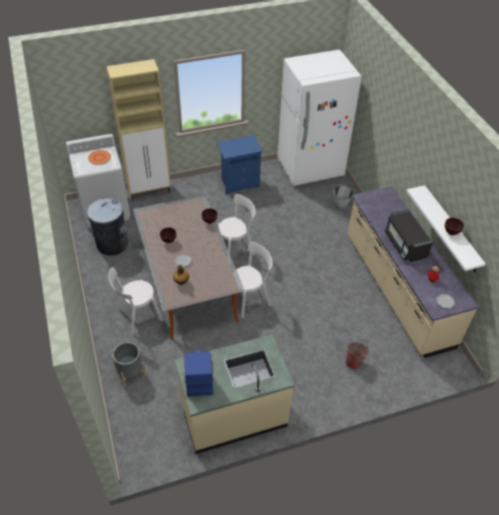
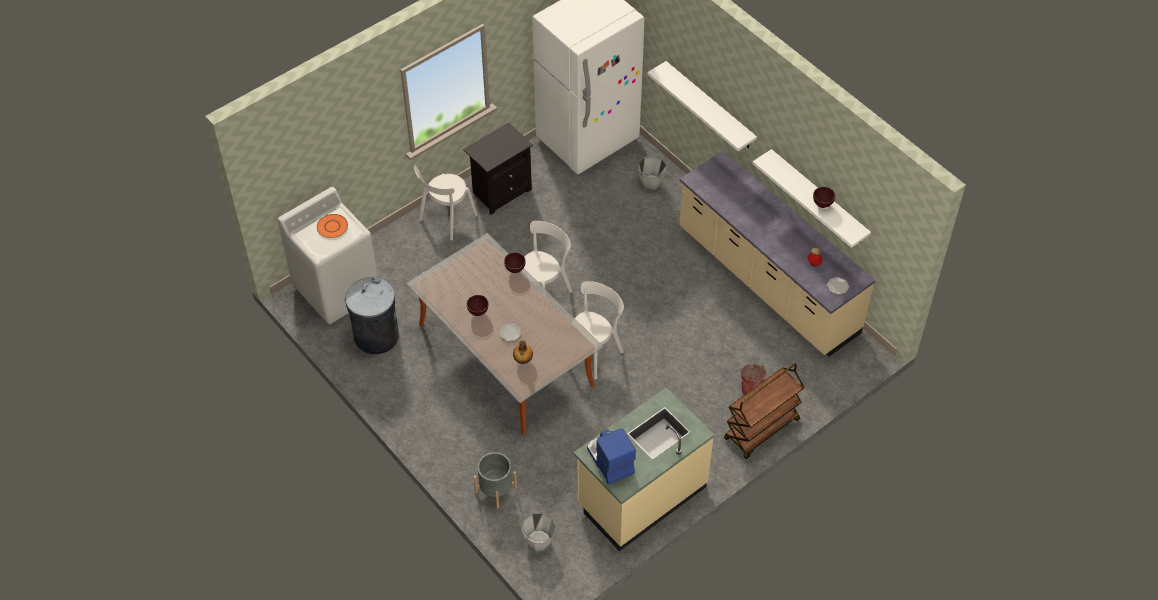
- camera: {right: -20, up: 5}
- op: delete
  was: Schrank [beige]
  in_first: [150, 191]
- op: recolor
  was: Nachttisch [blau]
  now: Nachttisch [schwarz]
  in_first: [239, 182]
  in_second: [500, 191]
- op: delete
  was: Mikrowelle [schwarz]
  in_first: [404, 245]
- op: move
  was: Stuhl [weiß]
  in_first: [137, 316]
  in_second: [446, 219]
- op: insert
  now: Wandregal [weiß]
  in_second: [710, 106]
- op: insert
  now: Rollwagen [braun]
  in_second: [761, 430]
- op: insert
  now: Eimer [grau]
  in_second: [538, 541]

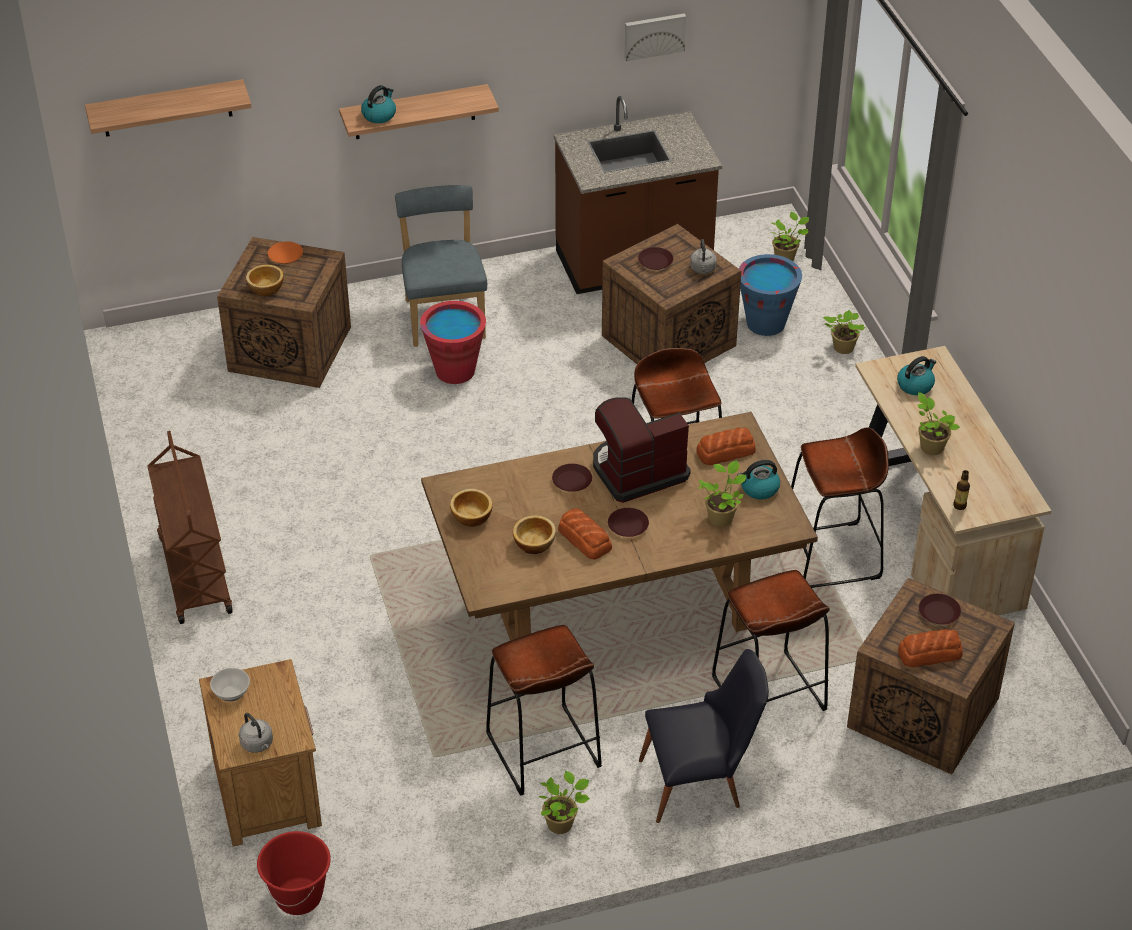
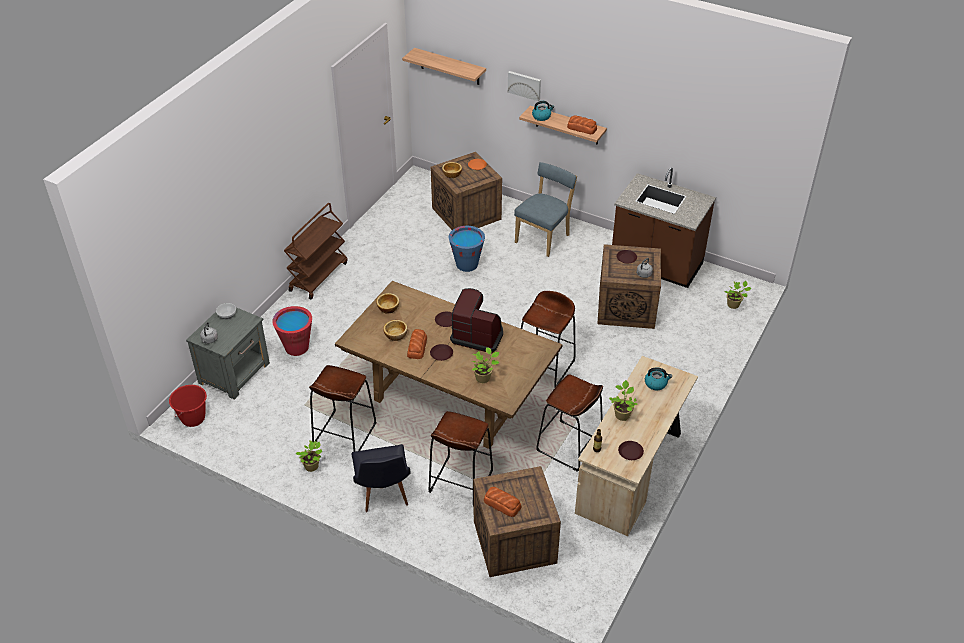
- camera: {right: 45, up: 0}
- op: move
  was: Bild
  in_first: [654, 35]
  in_second: [524, 85]
- op: move
  was: Eimer [blau]
  in_first: [765, 323]
  in_second: [467, 264]
- op: move
  was: Eimer [rot]
  in_first: [455, 371]
  in_second: [296, 347]
- op: delete
  was: Topfpflanze
  in_first: [842, 348]
- op: move
  was: Brot
  in_first: [725, 451]
  in_second: [581, 128]
- op: delete
  was: Wasserkessel
  in_first: [759, 489]
- op: move
  was: Teller [braun]
  in_first: [938, 612]
  in_second: [630, 452]
- op: rotate
  was: Stuhl [schwarz]
  in_first: [700, 784]
  in_second: [383, 495]
  clockwise: 45
- op: recolor
  was: Nachttisch [braun]
  now: Nachttisch [grau]
  in_first: [268, 790]
  in_second: [235, 372]

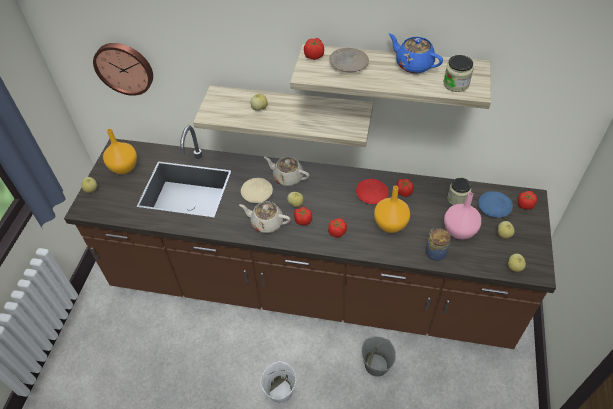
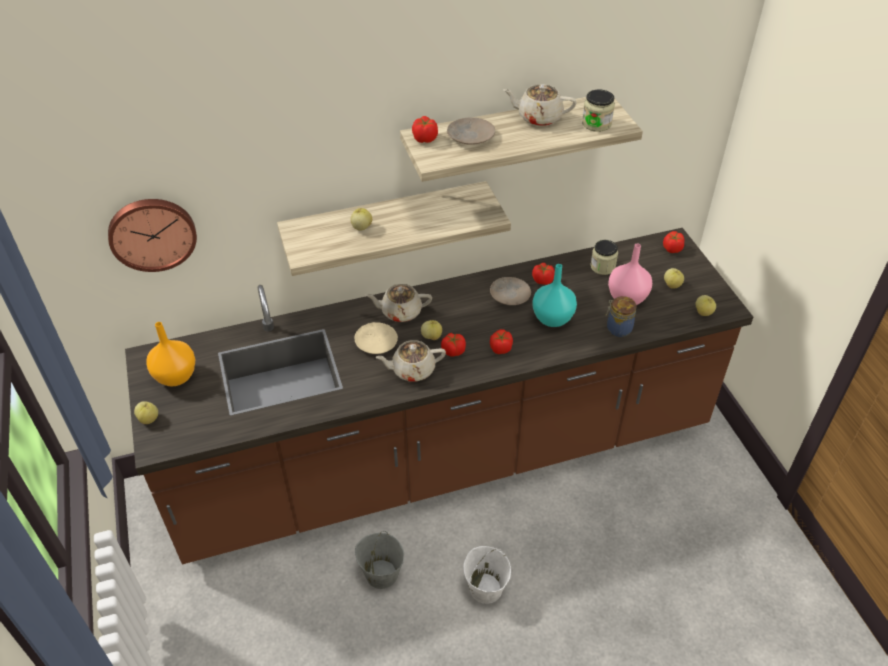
- camera: {right: -30, up: -5}
- op: recolor
  was: Teekanne [blau]
  now: Teekanne [beige]
  in_first: [413, 64]
  in_second: [538, 117]
- op: recolor
  was: Teller [rot]
  now: Teller [beige]
  in_first: [371, 194]
  in_second: [509, 295]
- op: recolor
  was: Vase [orange]
  now: Vase [türkis]
  in_first: [390, 224]
  in_second: [552, 318]
- op: delete
  was: Teller [blau]
  in_first: [494, 207]
- op: move
  was: Eimer [grau]
  in_first: [376, 365]
  in_second: [381, 574]

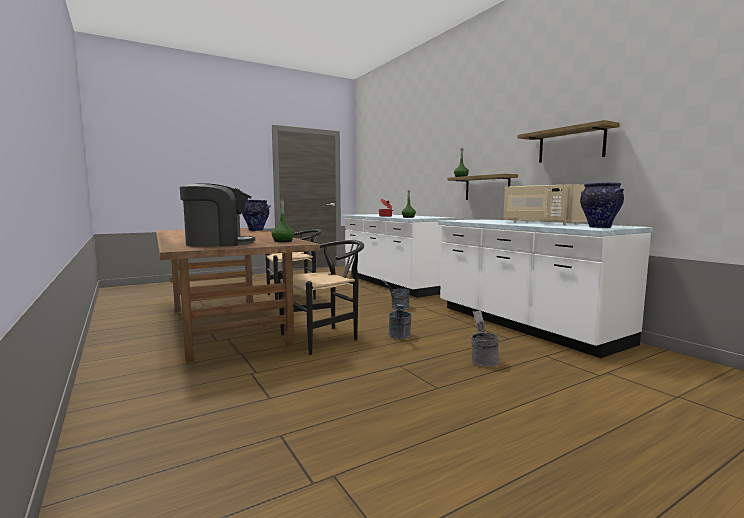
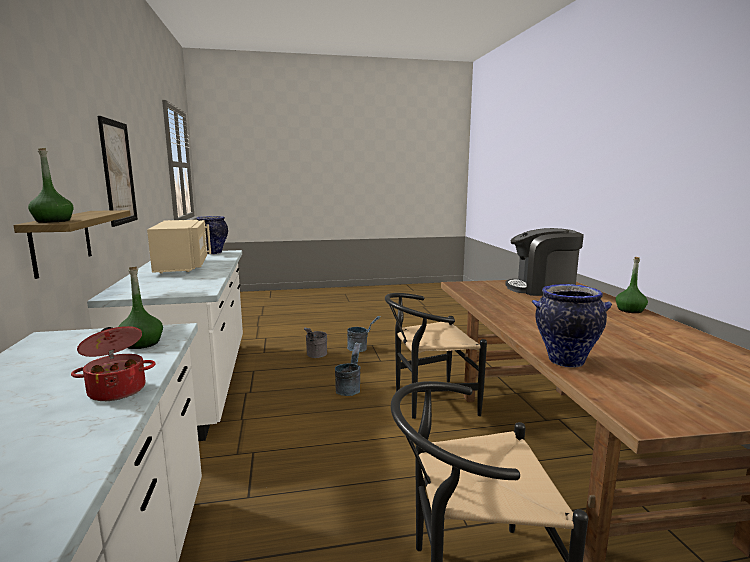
- camera: {right: -160, up: 5}
- op: replace
  was: Wandregal
  now: Bild
  in_first: [571, 145]
  in_second: [118, 172]
- op: move
  was: Flasche [grün]
  in_first: [283, 241]
  in_second: [630, 310]
- op: move
  was: Eimer [grau]
  in_first: [397, 308]
  in_second: [361, 348]

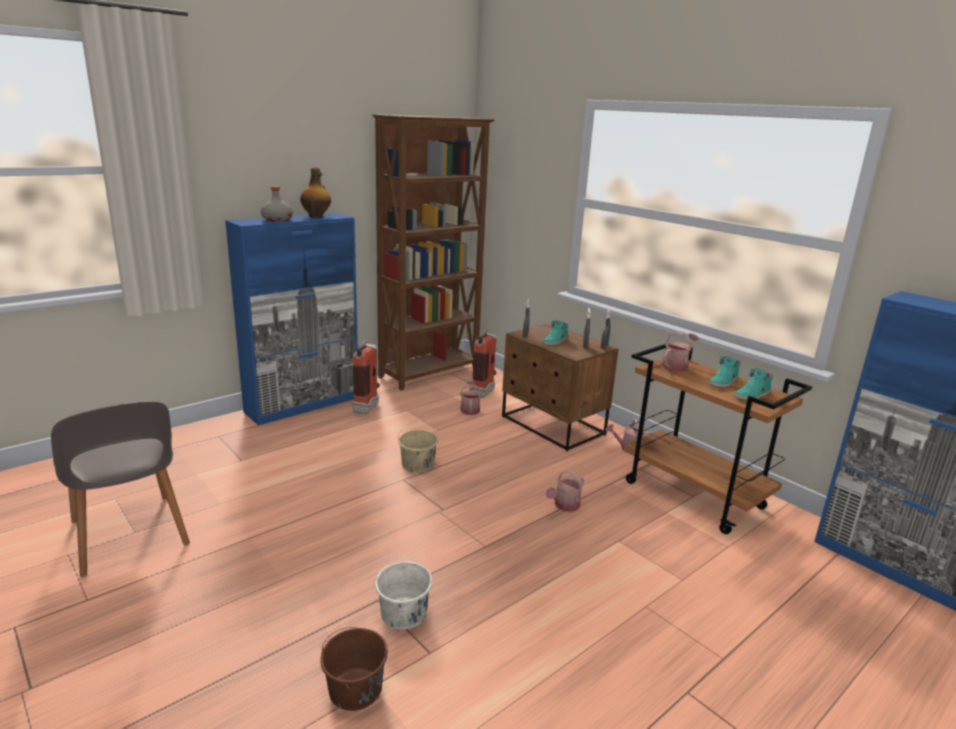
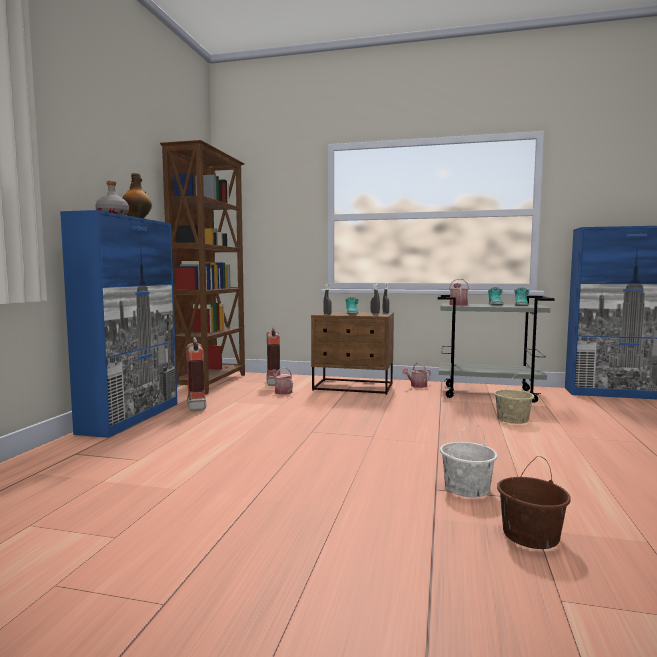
- camera: {right: -35, up: -15}
- op: recolor
  was: Rollwagen [braun]
  now: Rollwagen [grau]
  in_first: [695, 495]
  in_second: [489, 393]
- op: delete
  was: Stuhl [grau]
  in_first: [129, 535]
- op: move
  was: Eimer [beige]
  in_first: [418, 465]
  in_second: [512, 419]
- op: delete
  was: Gießkanne
  in_first: [564, 506]

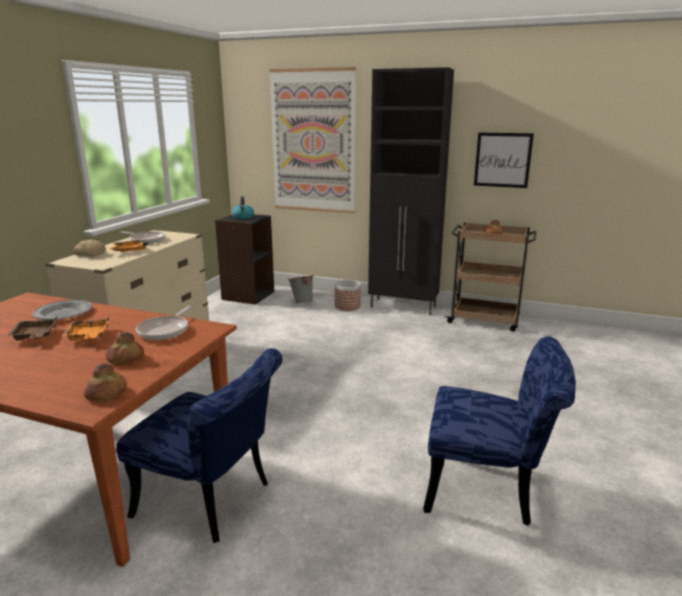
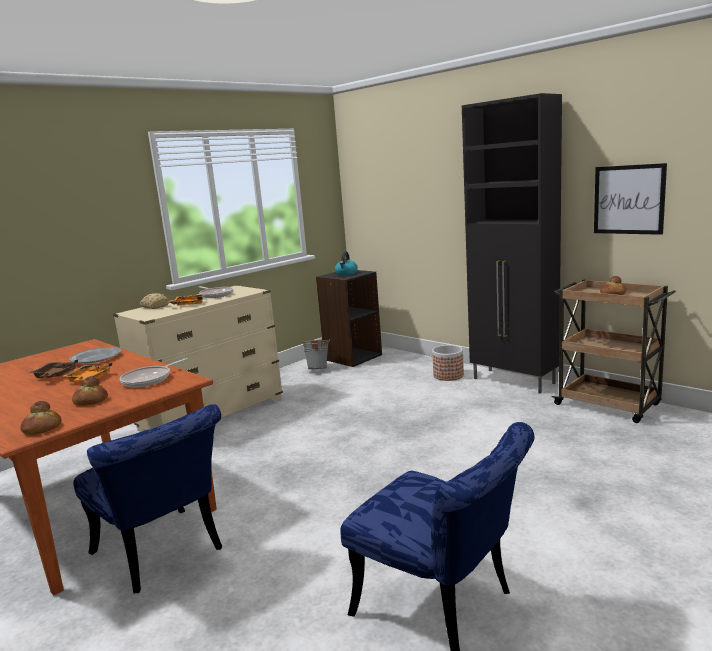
- camera: {right: 25, up: -5}
- op: delete
  was: Bild
  in_first: [313, 142]
- op: move
  was: Eimer [grau]
  in_first: [302, 303]
  in_second: [318, 369]

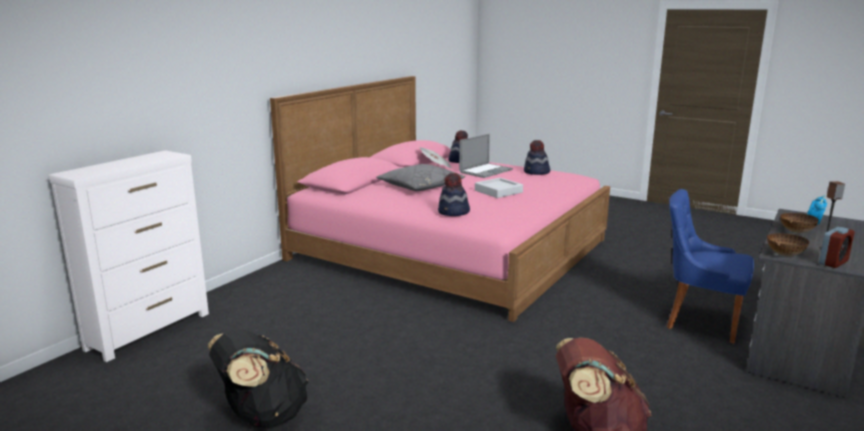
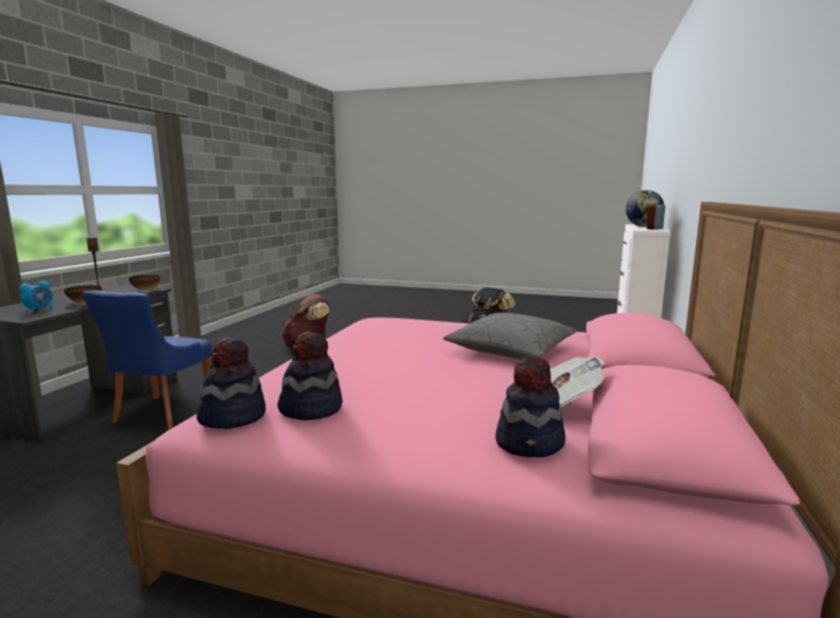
- camera: {right: 165, up: -5}
- op: delete
  was: Laptop
  in_first: [486, 171]
- op: move
  was: Hut
  in_first: [453, 212]
  in_second: [233, 416]
- op: delete
  was: Tablett [grau]
  in_first: [498, 191]
- op: rotate
  was: Stuhl [blau]
  in_first: [700, 320]
  in_second: [161, 414]
  clockwise: 90
- op: move
  was: Wecker
  in_first: [833, 262]
  in_second: [654, 228]
- op: insert
  now: Globus
  in_second: [643, 226]

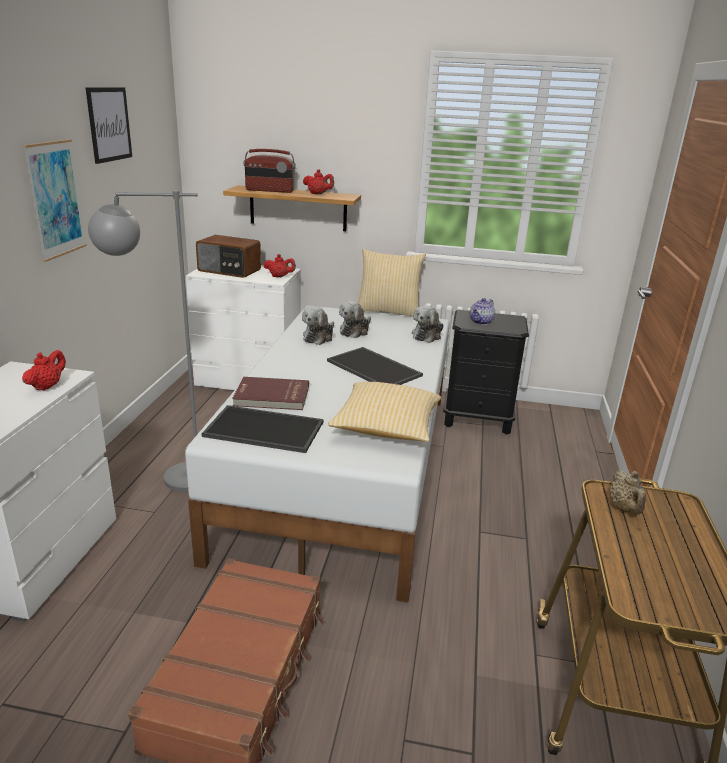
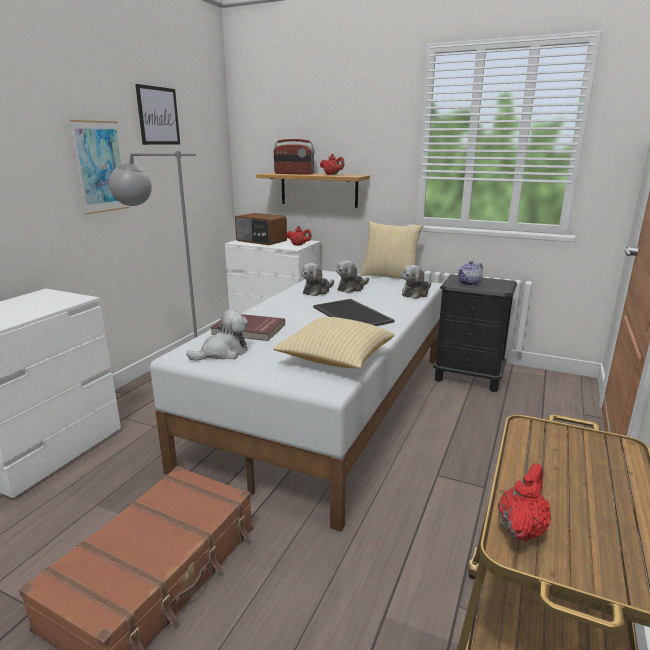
- camera: {right: 15, up: -5}
- op: move
  was: Teekanne [rot]
  in_first: [47, 386]
  in_second: [521, 528]
- op: replace
  was: Tablett
  now: Plüschtier
  in_first: [262, 430]
  in_second: [223, 353]
- op: delete
  was: Teekanne [beige]
  in_first: [625, 509]

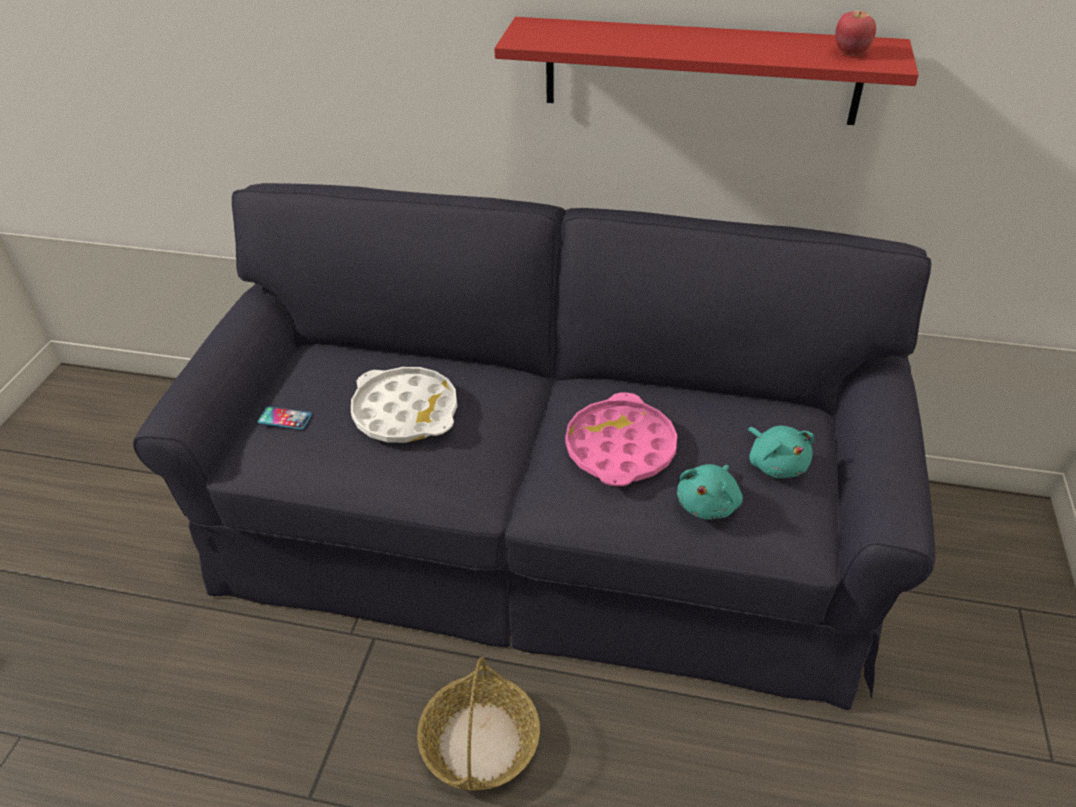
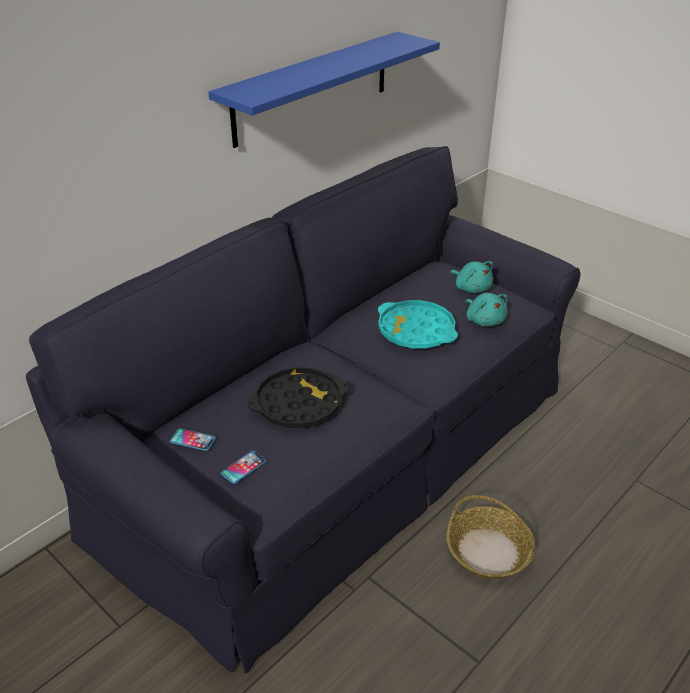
- camera: {right: -60, up: -5}
- op: delete
  was: Apfel
  in_first: [851, 53]
- op: recolor
  was: Wandregal [rot]
  now: Wandregal [blau]
  in_first: [700, 71]
  in_second: [312, 88]
- op: recolor
  was: Tablett [weiß]
  now: Tablett [schwarz]
  in_first: [405, 412]
  in_second: [298, 404]
- op: recolor
  was: Tablett [rosa]
  now: Tablett [türkis]
  in_first: [620, 448]
  in_second: [416, 331]
- op: rotate
  was: Plüschtier [türkis]
  in_first: [776, 463]
  in_second: [471, 288]
  clockwise: 45
- op: insert
  now: Handy
  in_second: [193, 440]

